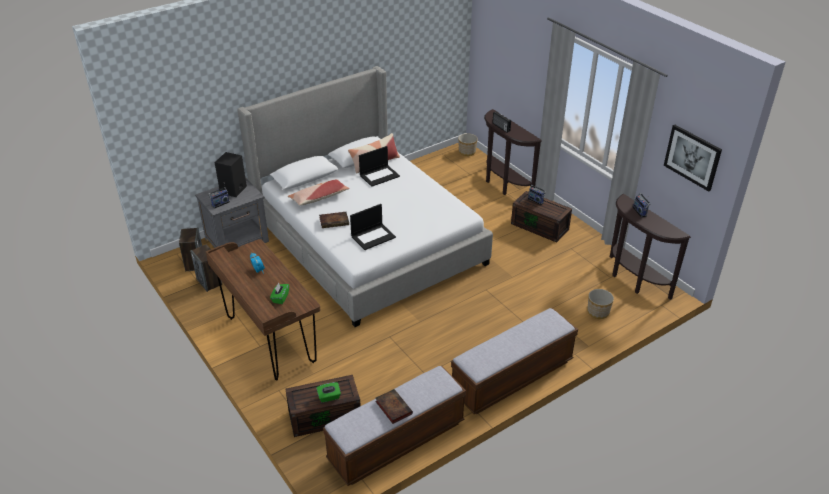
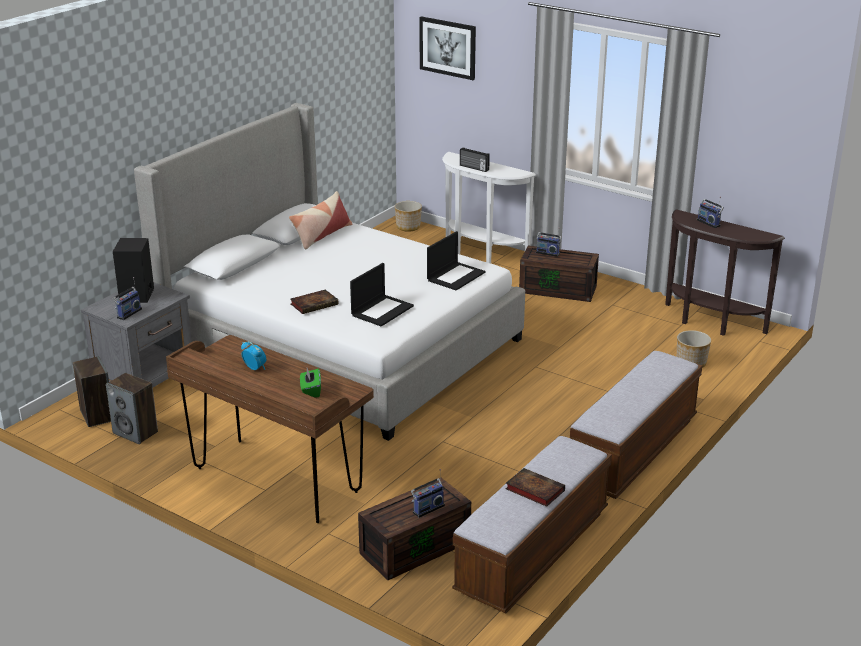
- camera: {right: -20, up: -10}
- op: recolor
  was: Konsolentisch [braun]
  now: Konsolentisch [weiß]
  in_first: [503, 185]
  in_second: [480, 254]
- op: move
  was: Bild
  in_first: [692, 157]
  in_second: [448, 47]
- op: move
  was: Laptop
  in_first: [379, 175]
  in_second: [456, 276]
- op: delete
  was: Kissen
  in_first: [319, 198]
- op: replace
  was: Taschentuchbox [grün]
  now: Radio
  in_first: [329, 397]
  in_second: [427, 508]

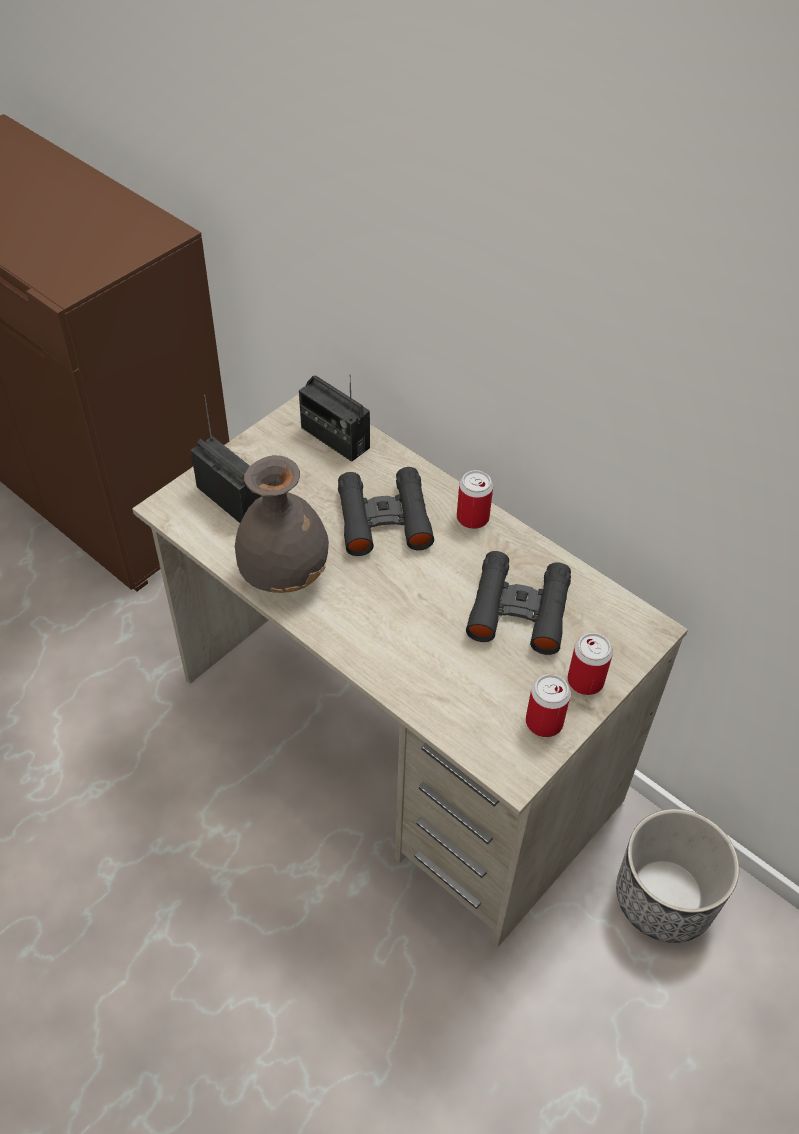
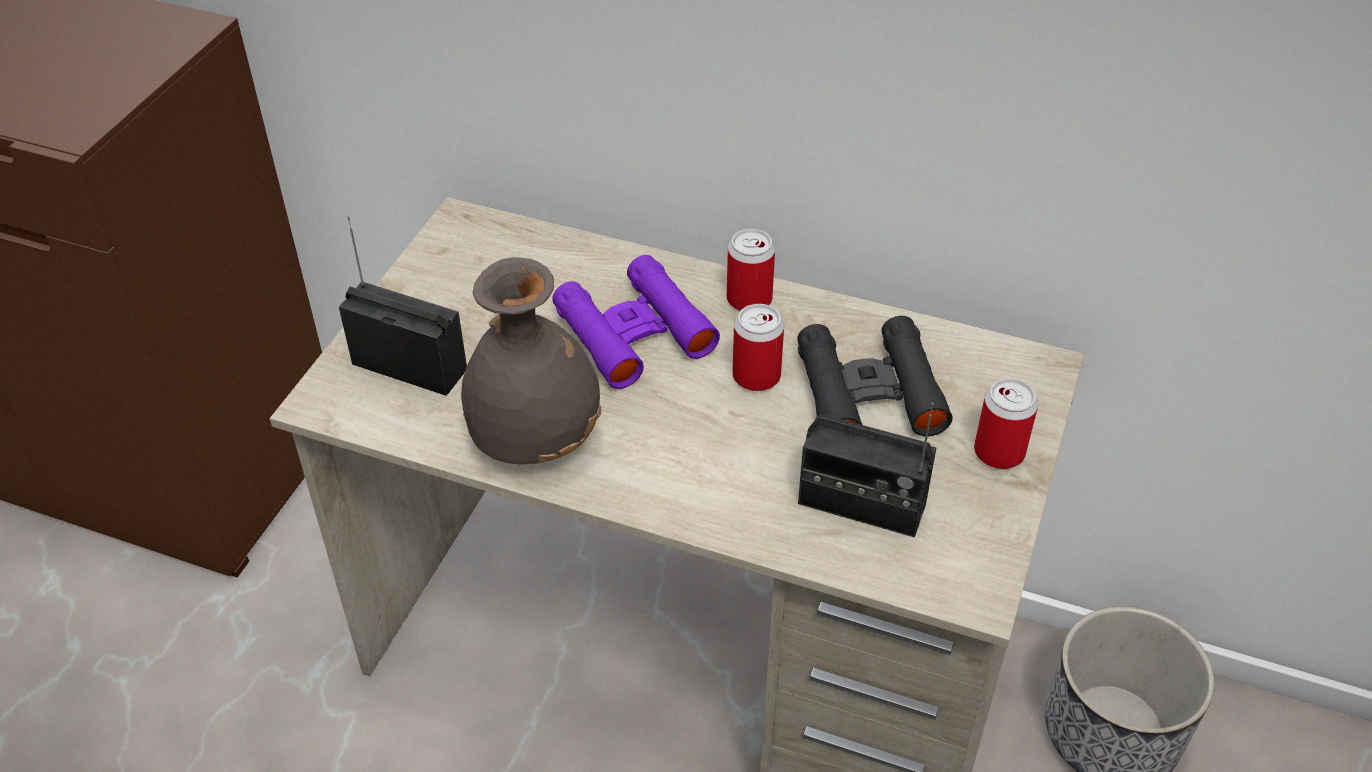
- camera: {right: -20, up: -5}
- op: move
  was: Radio
  in_first: [334, 438]
  in_second: [861, 505]
- op: recolor
  was: Fernglas [schwarz]
  now: Fernglas [lila]
  in_first: [384, 519]
  in_second: [634, 332]
- op: move
  was: Dose
  in_first: [544, 722]
  in_second: [756, 376]

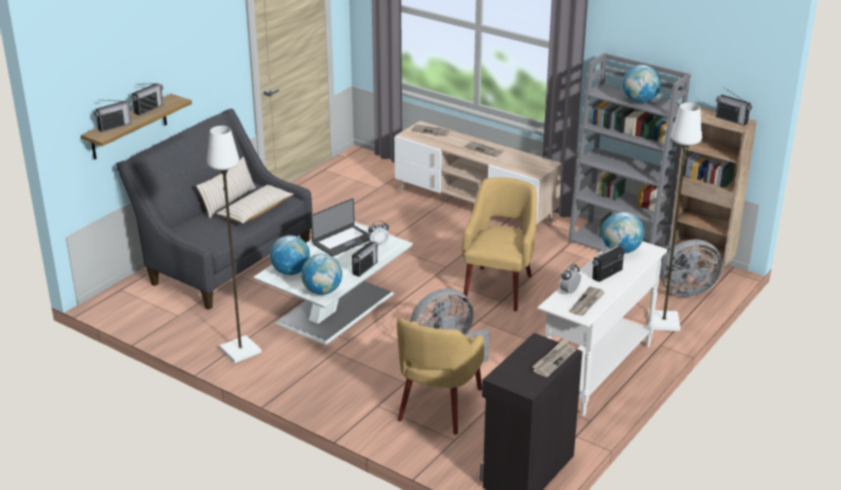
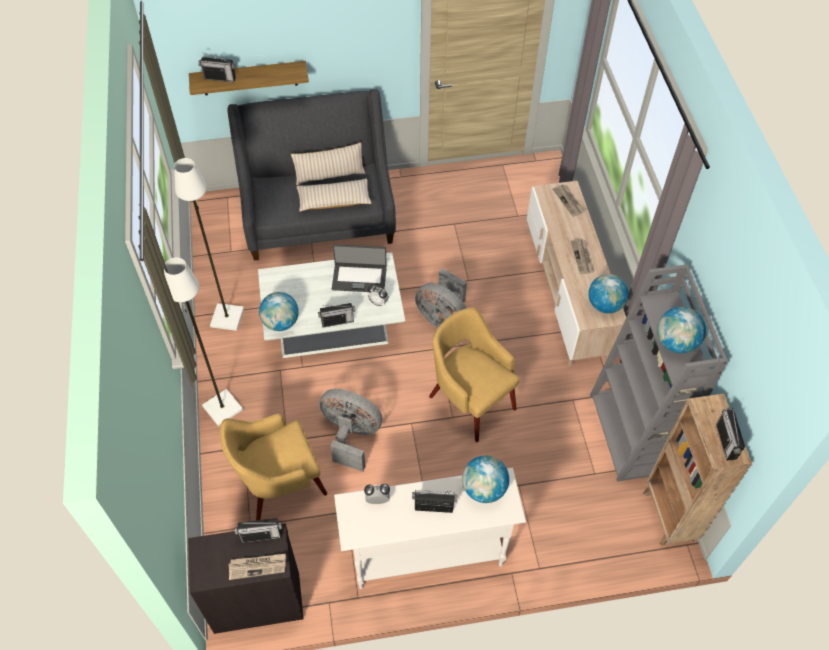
- camera: {right: 45, up: 25}
- op: move
  was: Radio
  in_first: [149, 109]
  in_second: [261, 535]
- op: move
  was: Stehlampe [weiß]
  in_first: [664, 322]
  in_second: [222, 409]
- op: rotate
  was: Sessel [gelb]
  in_first: [499, 287]
  in_second: [470, 400]
  clockwise: -105
- op: move
  was: Globus
  in_first: [291, 272]
  in_second: [605, 305]
- op: move
  was: Ventilator [grau]
  in_first: [682, 290]
  in_second: [443, 319]
- op: delete
  was: Zeitung
  in_first: [587, 303]

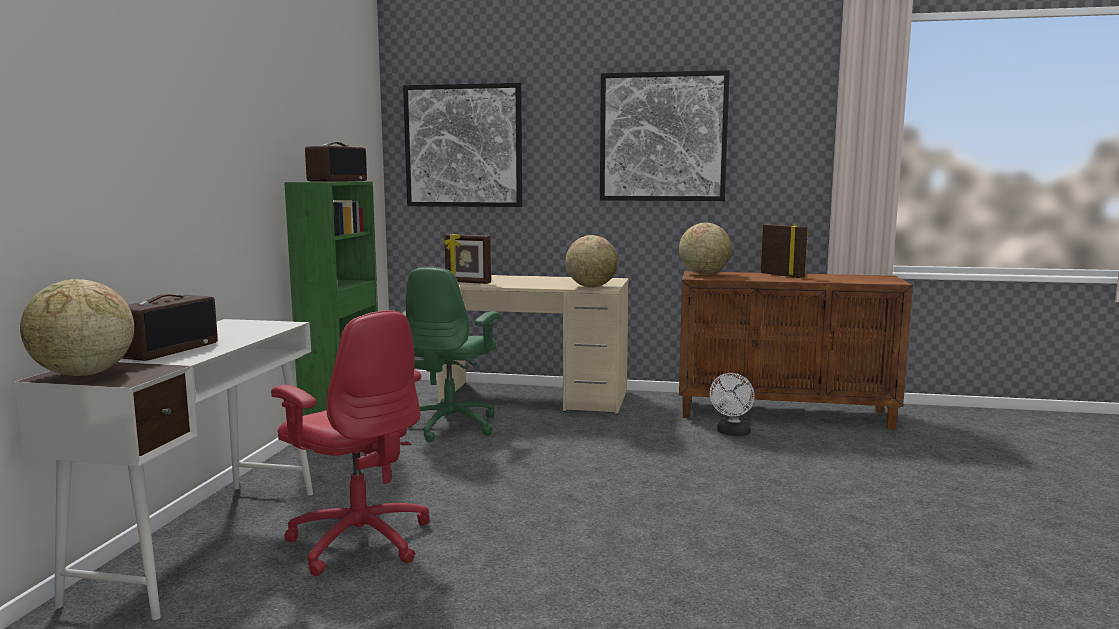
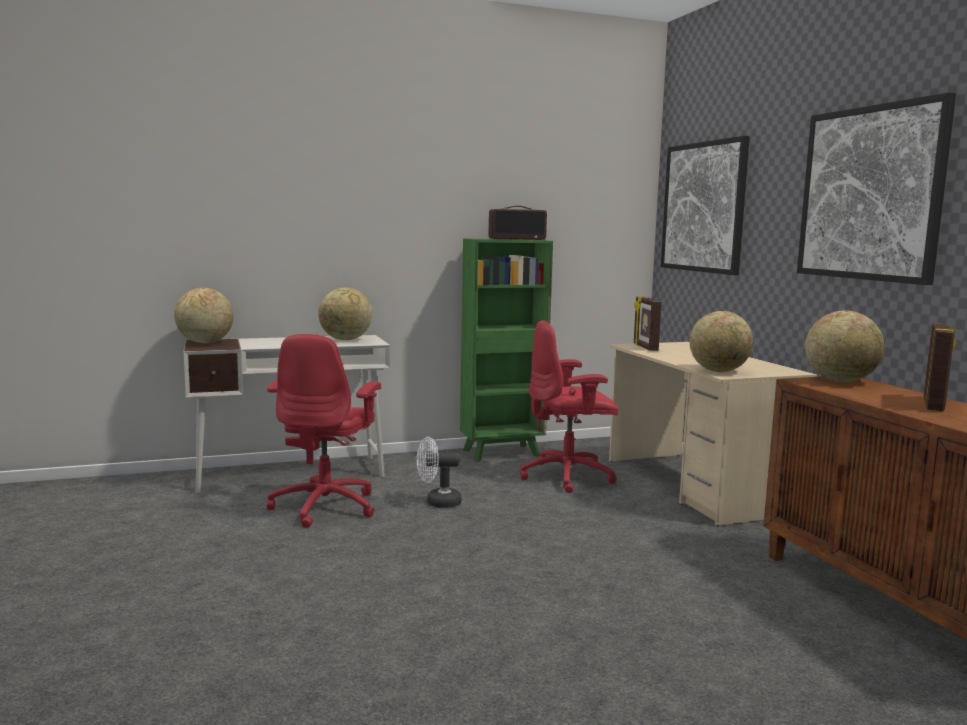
- camera: {right: 60, up: 0}
- op: recolor
  was: Bürostuhl [grün]
  now: Bürostuhl [rot]
  in_first: [451, 425]
  in_second: [568, 477]
- op: delete
  was: Radio
  in_first: [168, 350]
- op: move
  was: Ventilator [weiß]
  in_first: [732, 433]
  in_second: [437, 502]
- op: insert
  now: Globus
  in_second: [345, 340]

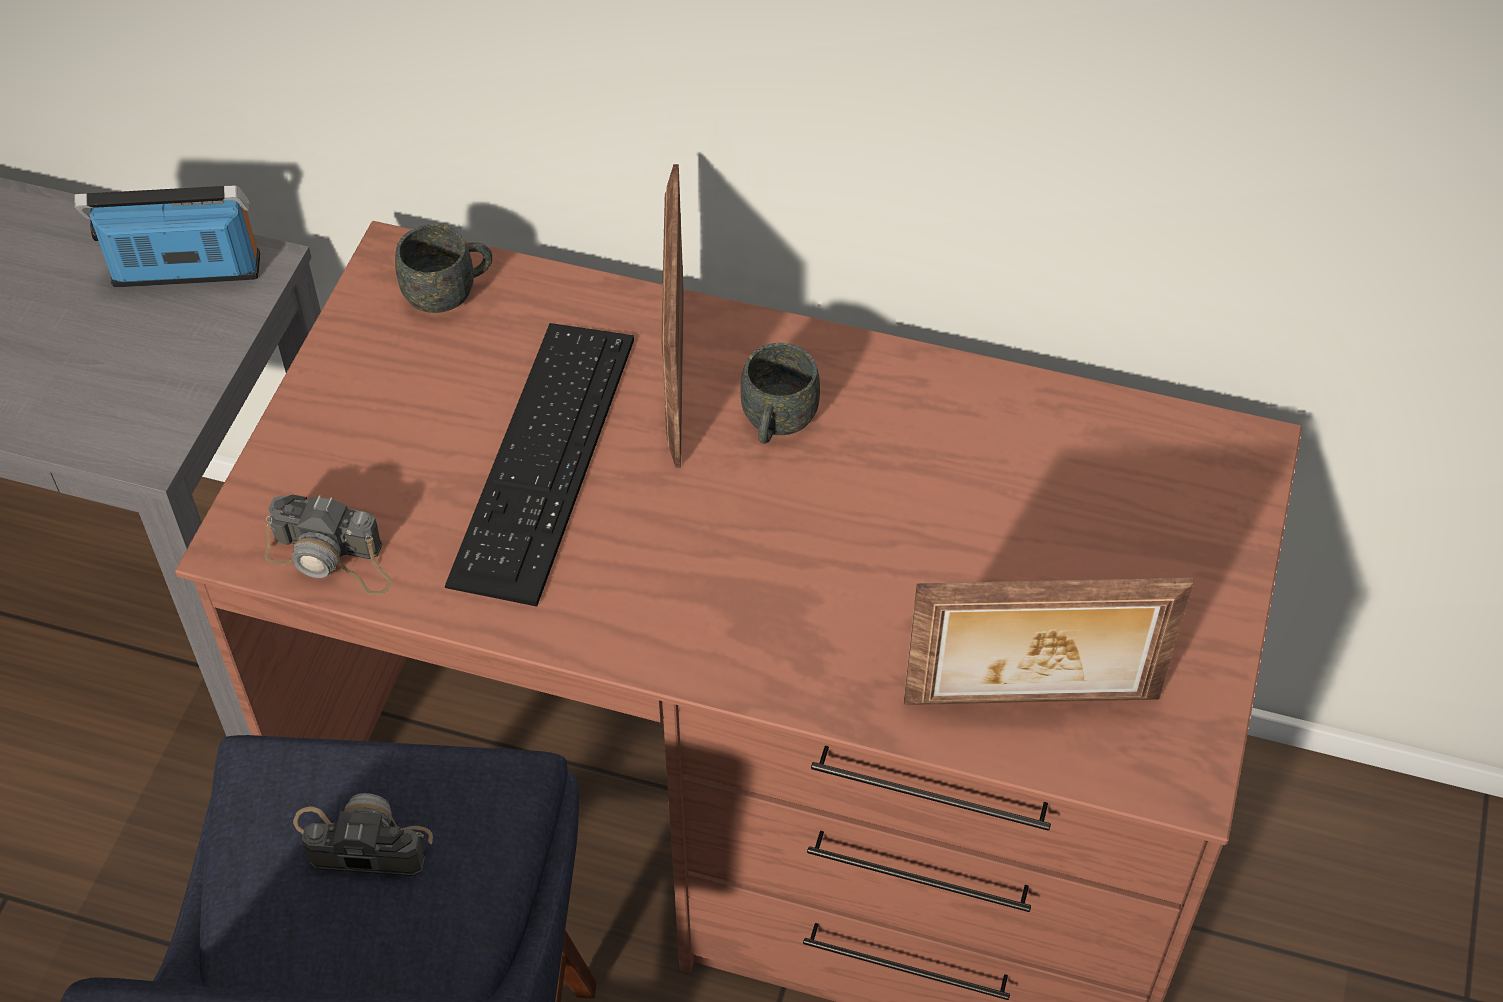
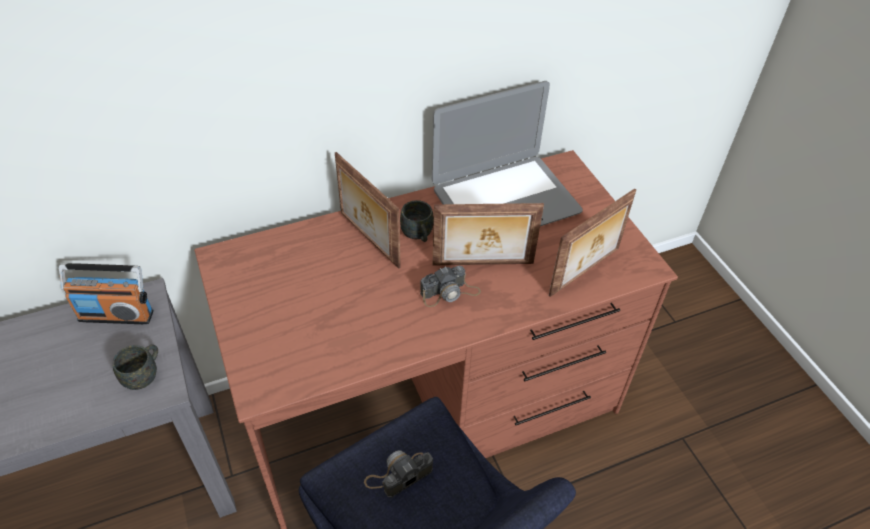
- camera: {right: -40, up: -5}
- op: rotate
  was: Radio
  in_first: [186, 272]
  in_second: [116, 315]
  clockwise: -135
- op: move
  was: Henkelbecher [grau]
  in_first: [449, 293]
  in_second: [144, 374]
- op: delete
  was: Tastatur
  in_first: [543, 458]
- op: move
  was: Kamera
  in_first: [332, 558]
  in_second: [450, 292]
- op: insert
  now: Laptop
  in_second: [505, 200]
- op: insert
  now: Bilderrahmen
  in_second: [483, 265]

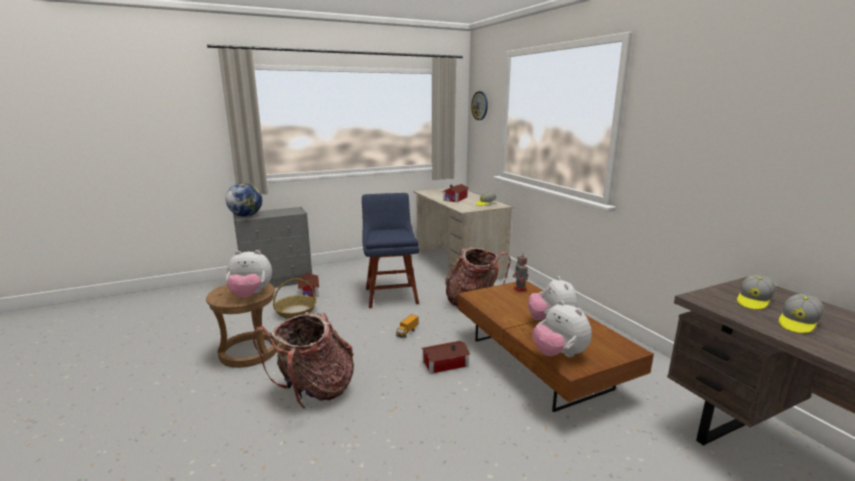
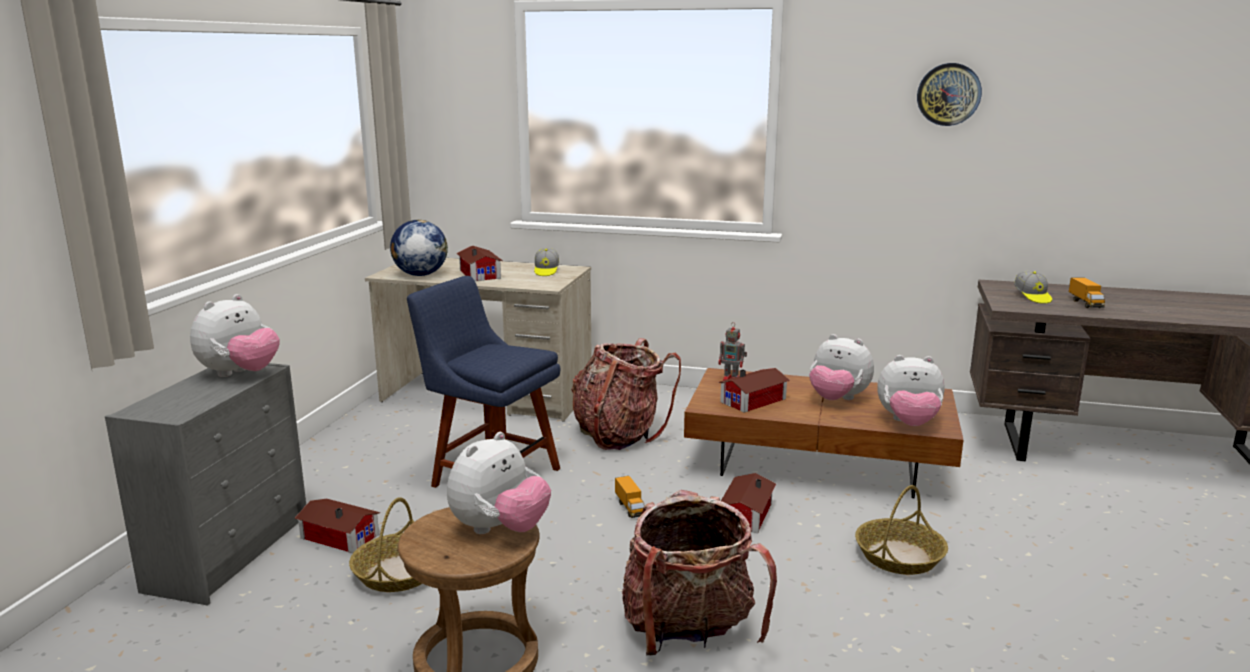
- camera: {right: -50, up: 0}
- op: move
  was: Wanduhr
  in_first: [480, 105]
  in_second: [948, 94]
- op: move
  was: Globus
  in_first: [246, 216]
  in_second: [420, 275]
- op: replace
  was: Kappe
  now: Spielzeuglaster
  in_first: [797, 323]
  in_second: [1085, 303]
- op: insert
  now: Plüschtier
  in_second: [240, 374]
- op: insert
  now: Spielzeughaus
  in_second: [755, 400]
- op: insert
  now: Korb
  in_second: [899, 557]

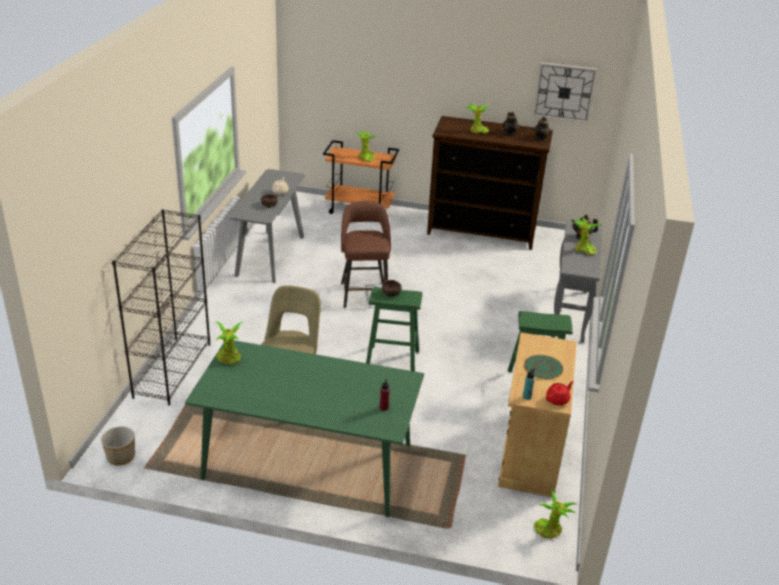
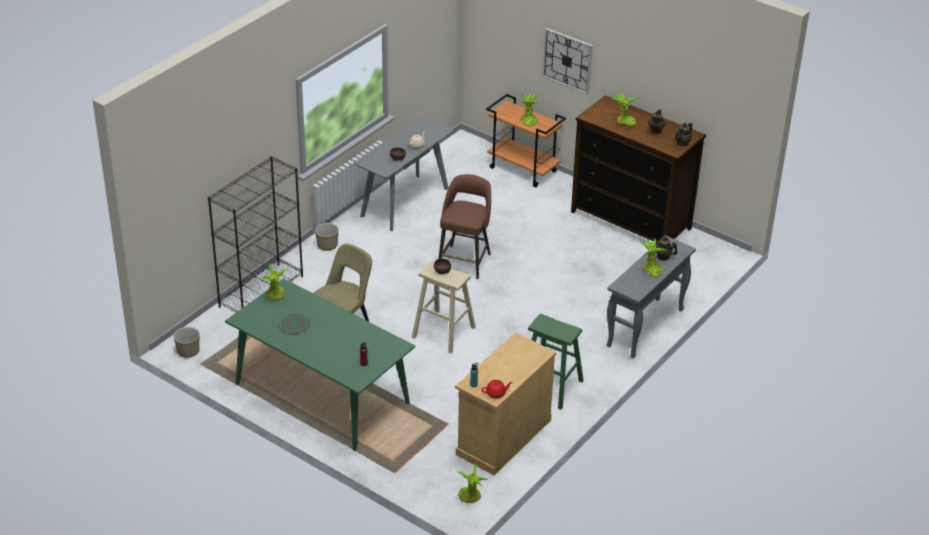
- camera: {right: 25, up: 5}
- op: move
  was: Wanduhr
  in_first: [564, 92]
  in_second: [567, 60]
- op: recolor
  was: Hocker [grün]
  now: Hocker [beige]
  in_first: [392, 363]
  in_second: [443, 332]
- op: move
  was: Teller [grün]
  in_first: [543, 368]
  in_second: [295, 324]
- op: insert
  now: Pflanzkübel
  in_second: [327, 245]

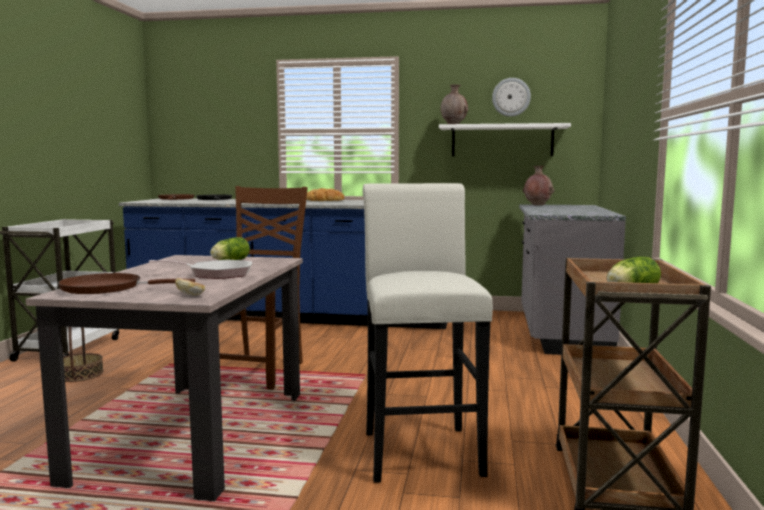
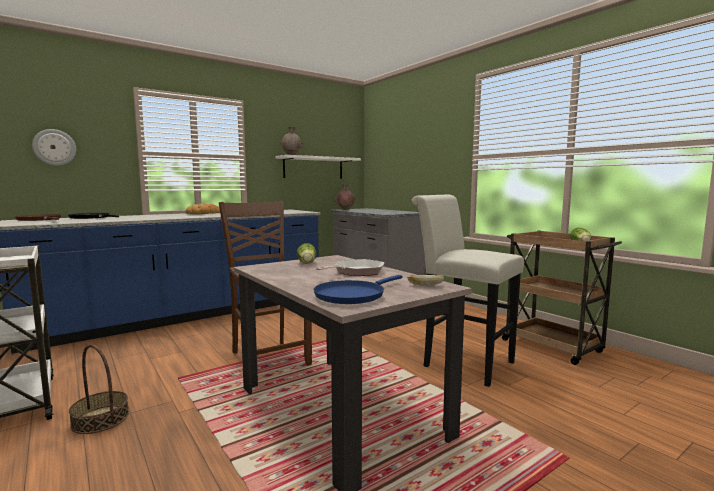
- camera: {right: -45, up: 0}
- op: move
  was: Wanduhr
  in_first: [511, 97]
  in_second: [54, 147]
- op: recolor
  was: Pfanne [braun]
  now: Pfanne [blau]
  in_first: [107, 288]
  in_second: [352, 295]

